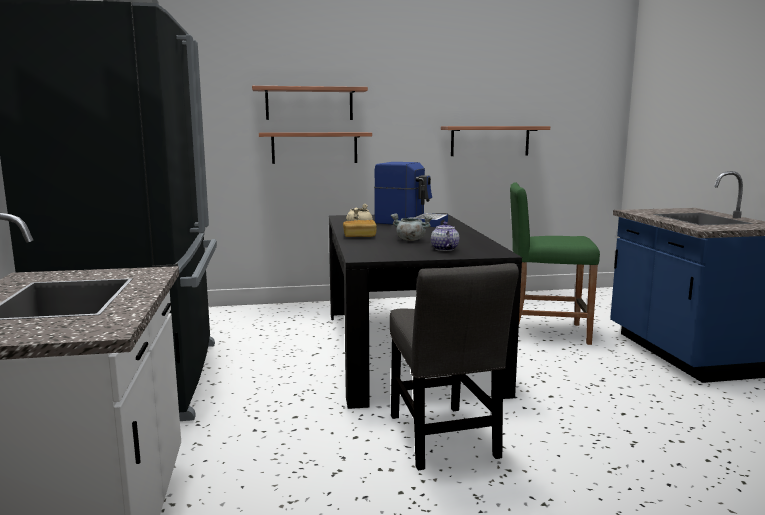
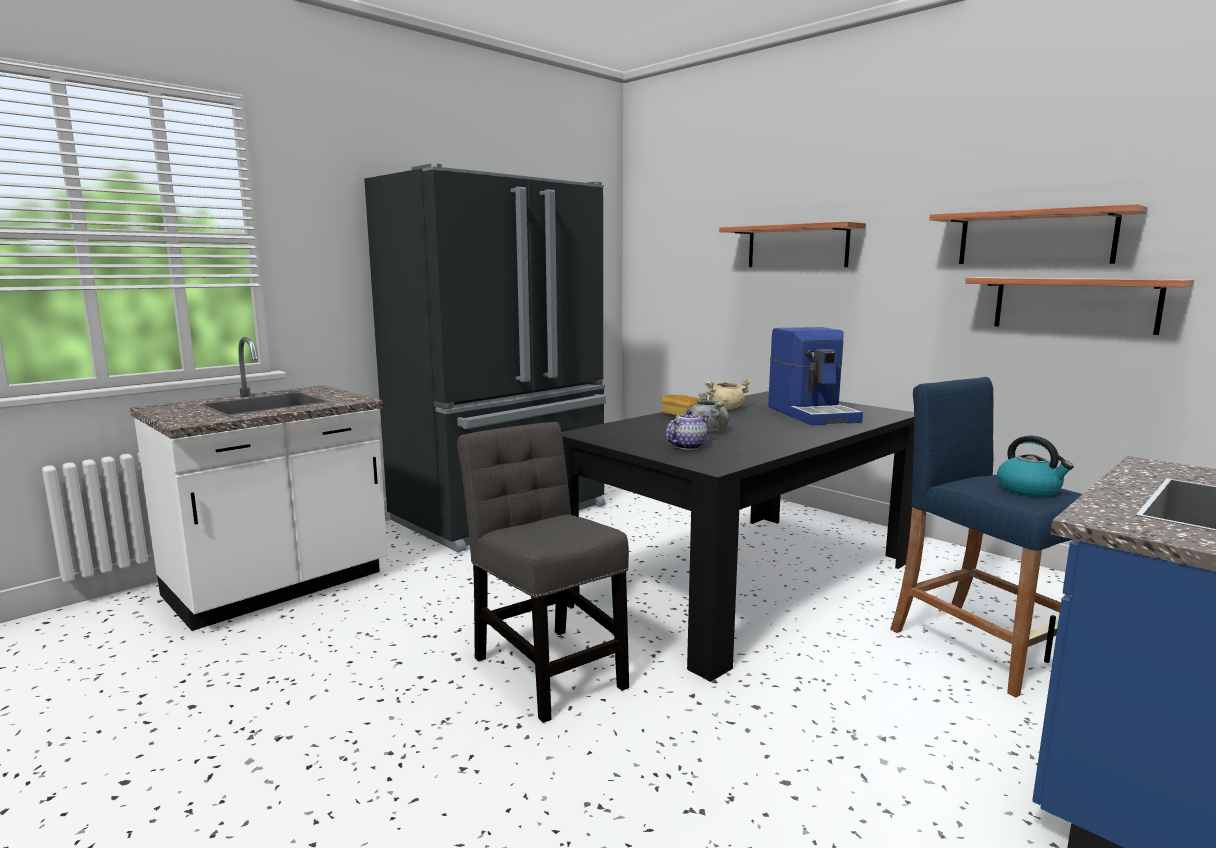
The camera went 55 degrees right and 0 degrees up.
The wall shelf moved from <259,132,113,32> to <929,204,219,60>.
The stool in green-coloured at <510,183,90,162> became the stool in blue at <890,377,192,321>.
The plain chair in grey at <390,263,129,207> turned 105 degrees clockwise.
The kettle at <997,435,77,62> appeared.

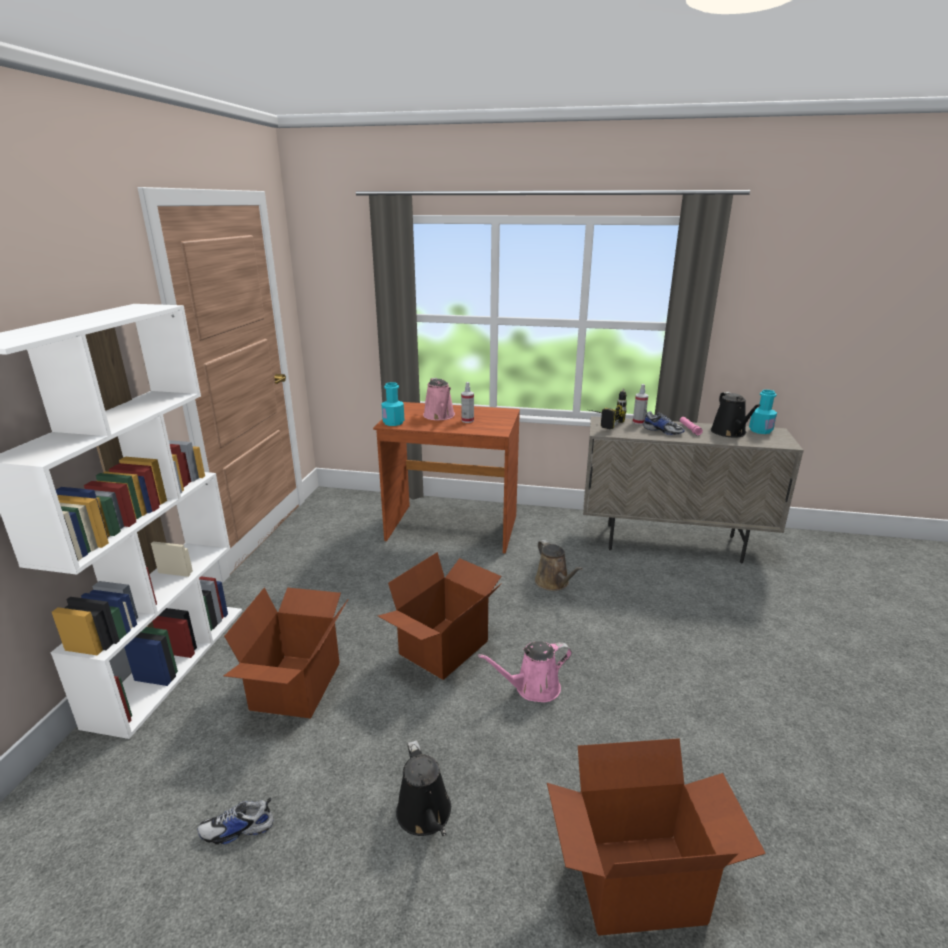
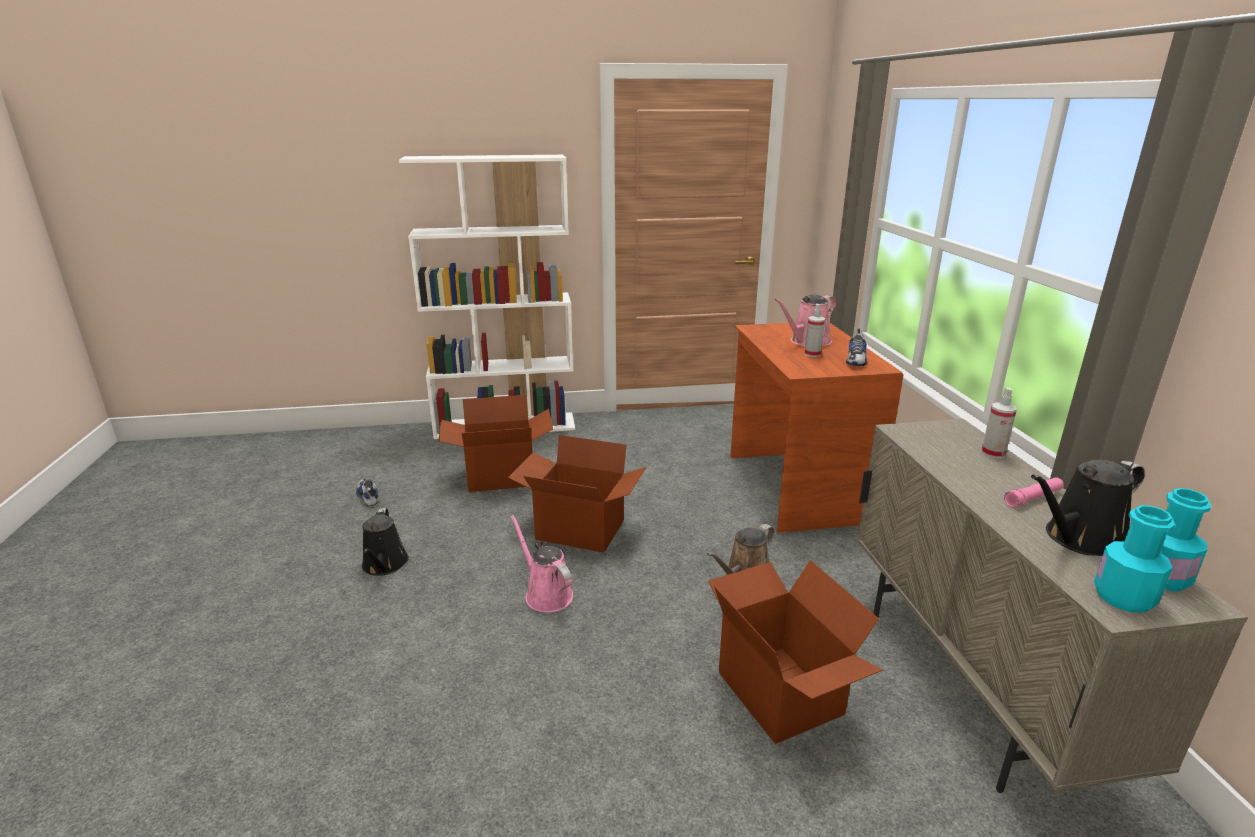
The camera went 70 degrees right and 0 degrees up.
The beverage bottle in turquoise moved from <381,382,24,44> to <1094,505,81,108>.
The electric drill at <590,388,37,41> disappeared.
The low shoe moved from <643,409,42,26> to <846,329,21,37>.
The cardboard box moved from <547,738,219,198> to <708,560,175,184>.
The watering can in blackish at <396,740,55,96> turned 60 degrees counterclockwise.

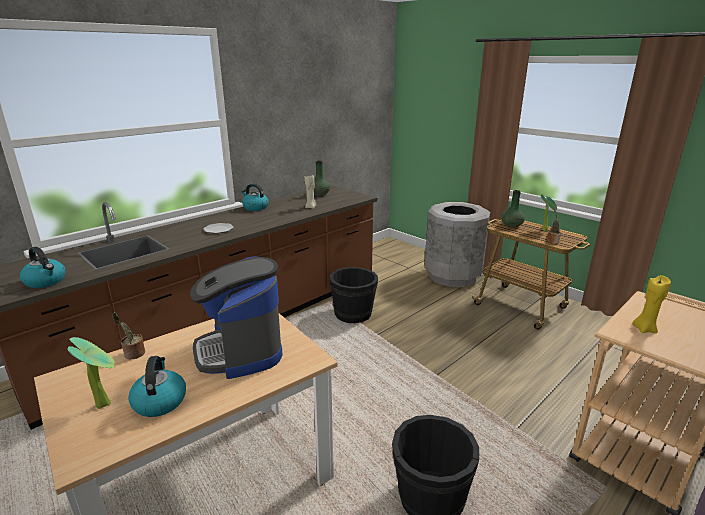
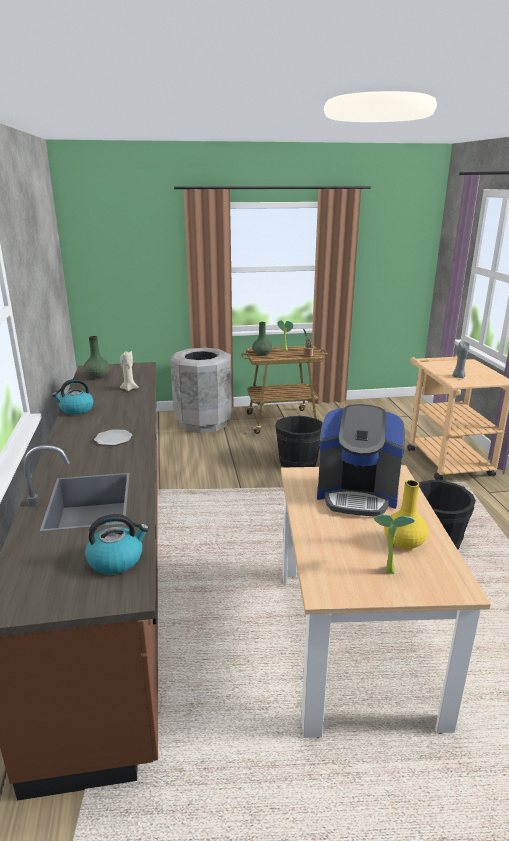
The camera went 55 degrees left and 0 degrees up.
The water bucket in blackish moved from <330,267,48,56> to <275,416,48,51>.
The wax light in yellow-coloured at <632,275,39,58> became the wax light in grey at <452,341,18,37>.
The potted plant at <113,312,32,47> disappeared.
The kettle at <128,356,58,61> was replaced by the flower vase in yellow-coloured at <384,480,44,70>.

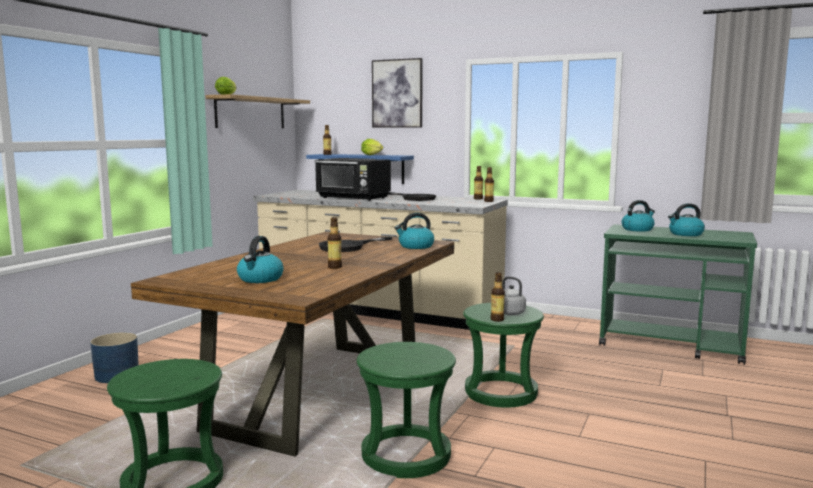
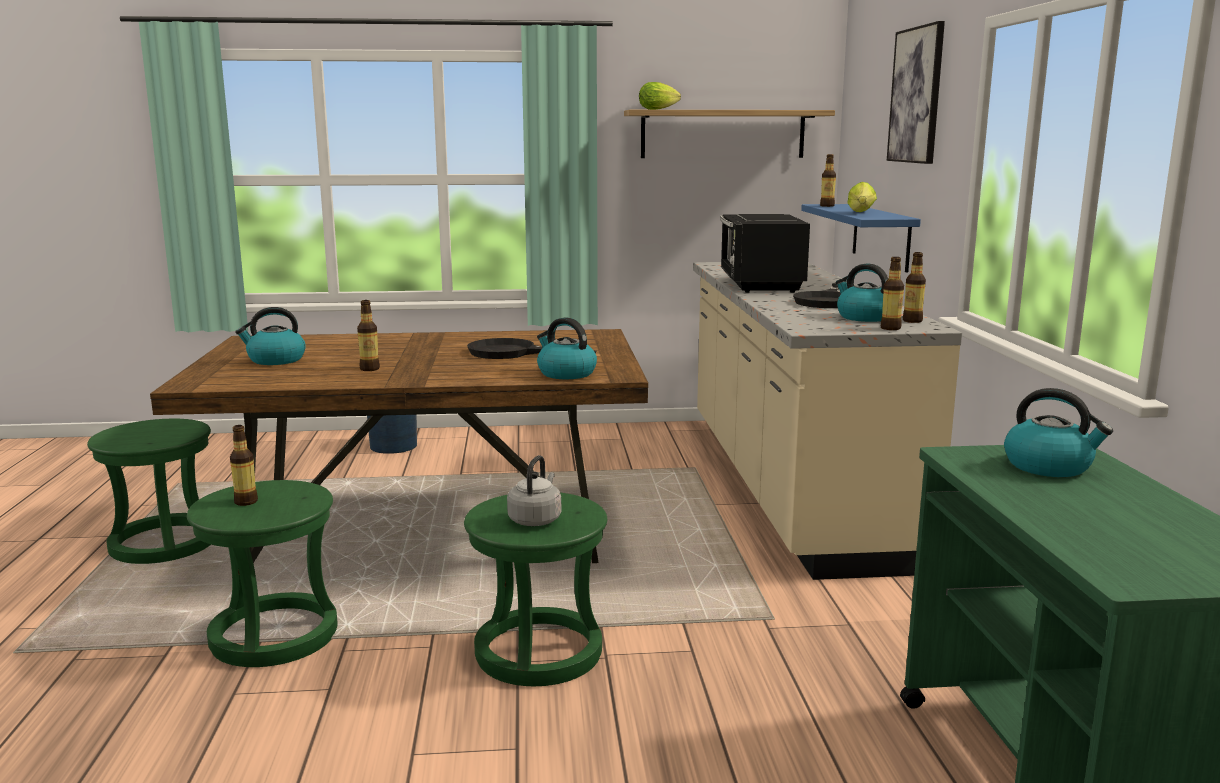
The camera went 60 degrees right and 5 degrees up.
The kettle moved from <668,203,37,33> to <836,264,52,58>.
The beverage bottle moved from <491,272,14,50> to <230,425,28,81>.

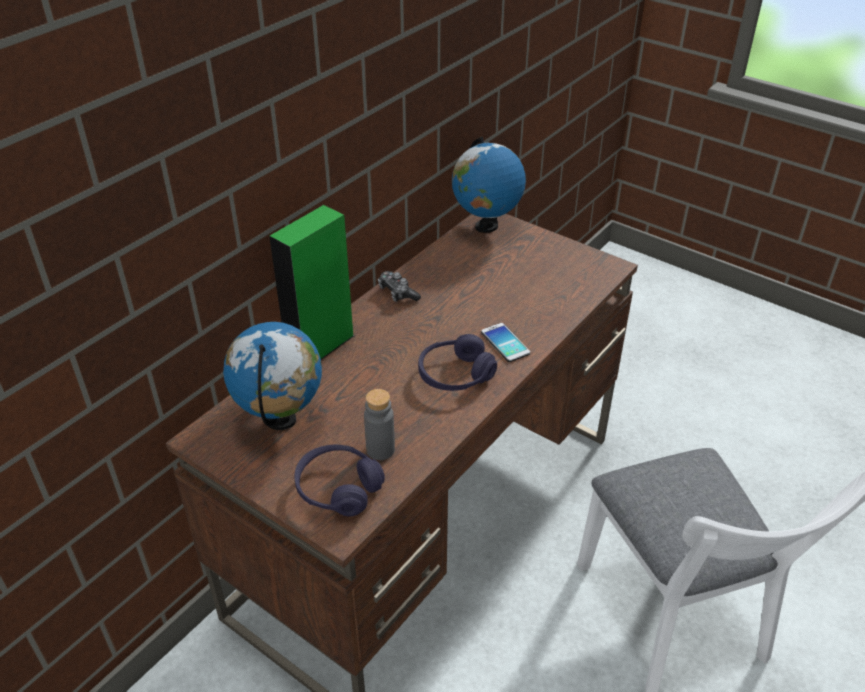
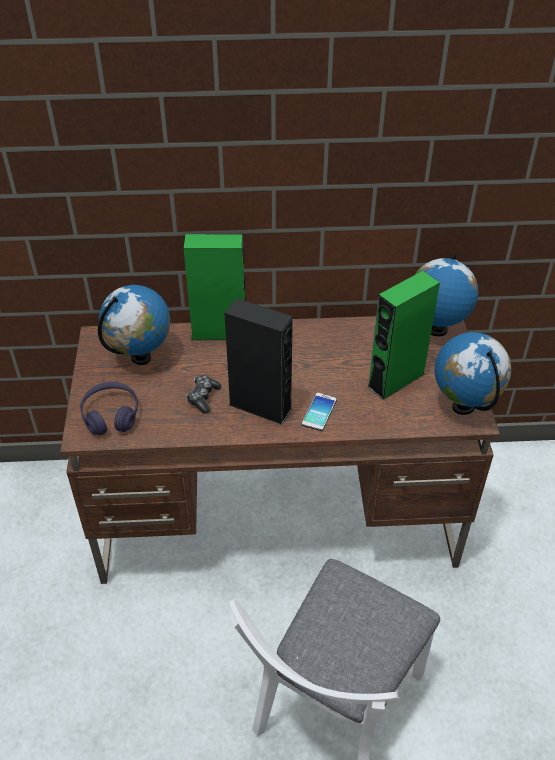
The camera went 50 degrees right and 5 degrees up.
The gamepad moved from <378,271,43,31> to <186,375,35,39>.
The headset in purple-coloured at <418,334,79,57> was replaced by the loudspeaker in blackish at <225,298,68,127>.
The beverage bottle in grey at <364,389,31,71> disappeared.
The loudspeaker in green-coloured at <368,271,72,129> appeared.
The world globe at <435,332,76,83> appeared.

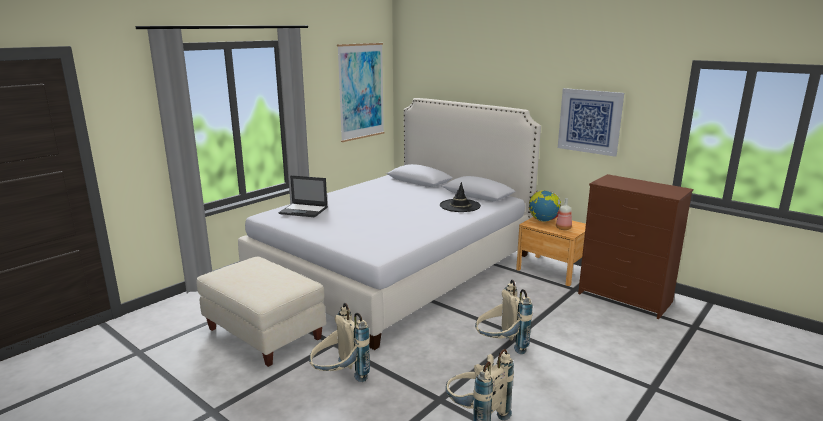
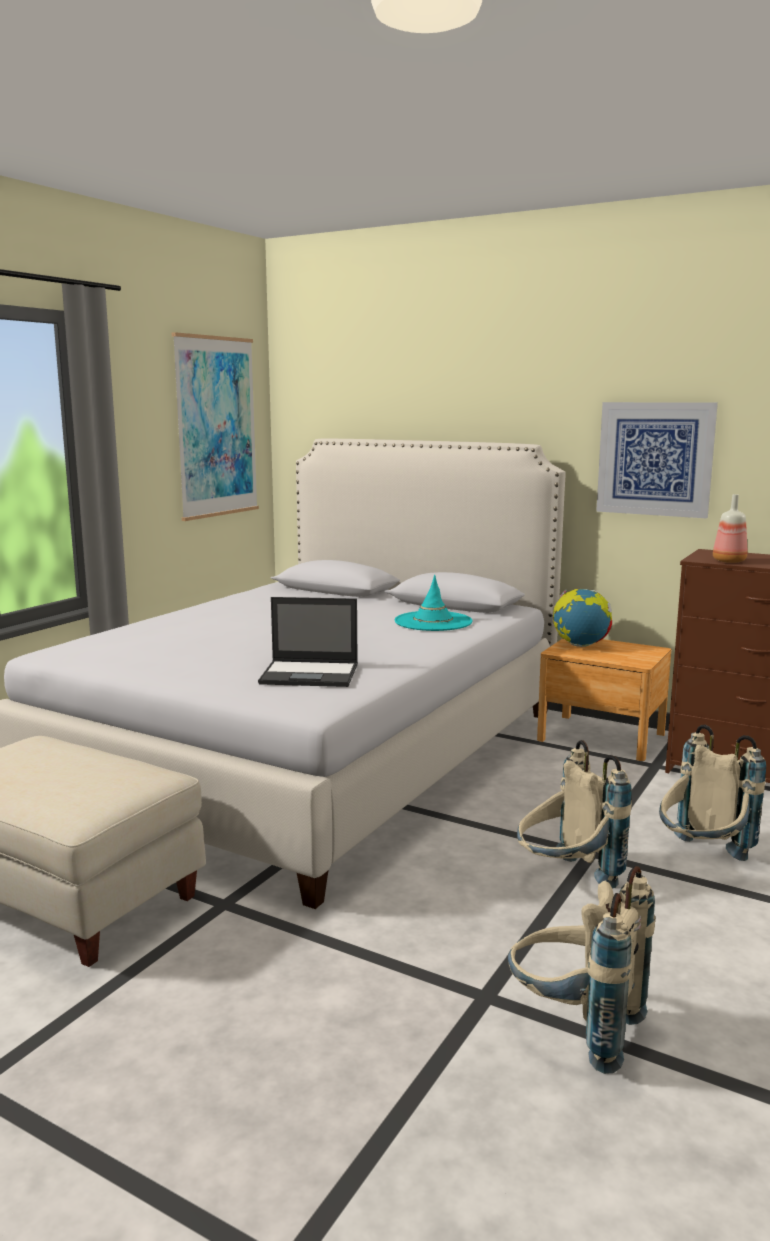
The camera went 10 degrees left and 5 degrees down.
The portable computer moved from <279,175,49,42> to <258,597,100,90>.
The hat in blackish at <440,182,41,30> became the hat in turquoise at <394,575,79,56>.
The beverage bottle moved from <556,198,16,32> to <713,494,34,69>.
The rucksack in sand-coloured moved from <309,303,61,79> to <659,724,107,137>.

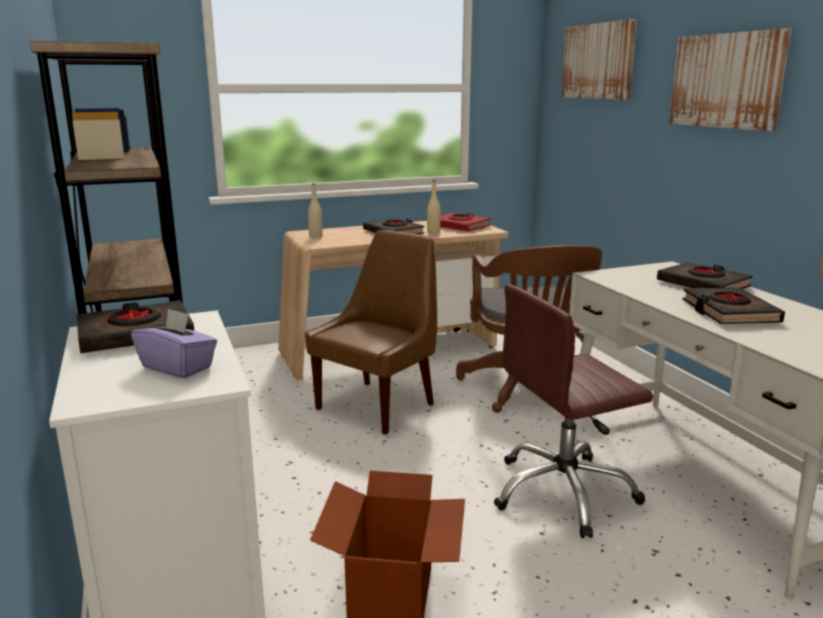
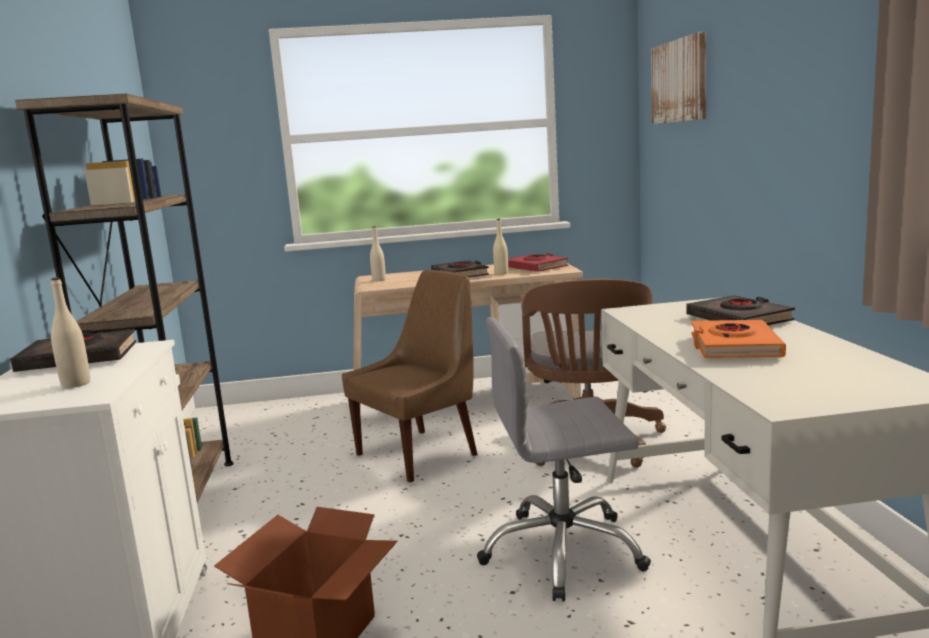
The camera went 15 degrees right and 5 degrees down.
The picture at <669,28,122,103> disappeared.
The office chair in brown at <494,284,159,254> became the office chair in grey at <477,317,174,285>.
The book in blackish at <682,288,103,36> became the book in orange at <691,320,95,38>.
The box of tissues in purple-coloured at <131,308,86,70> was replaced by the beverage bottle in sand-coloured at <51,277,39,111>.

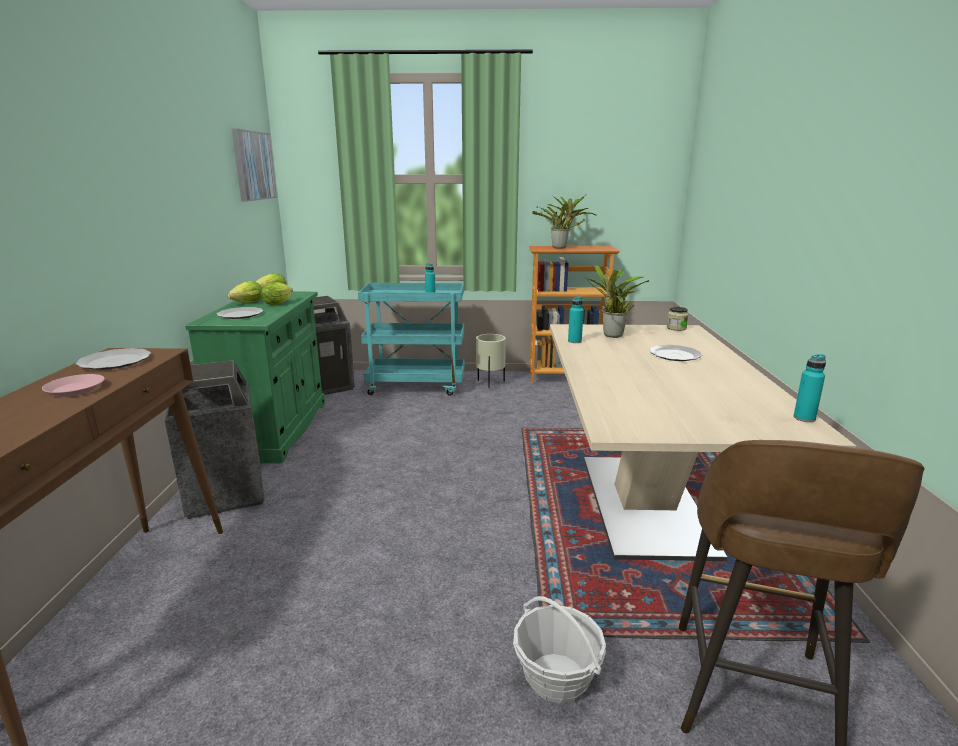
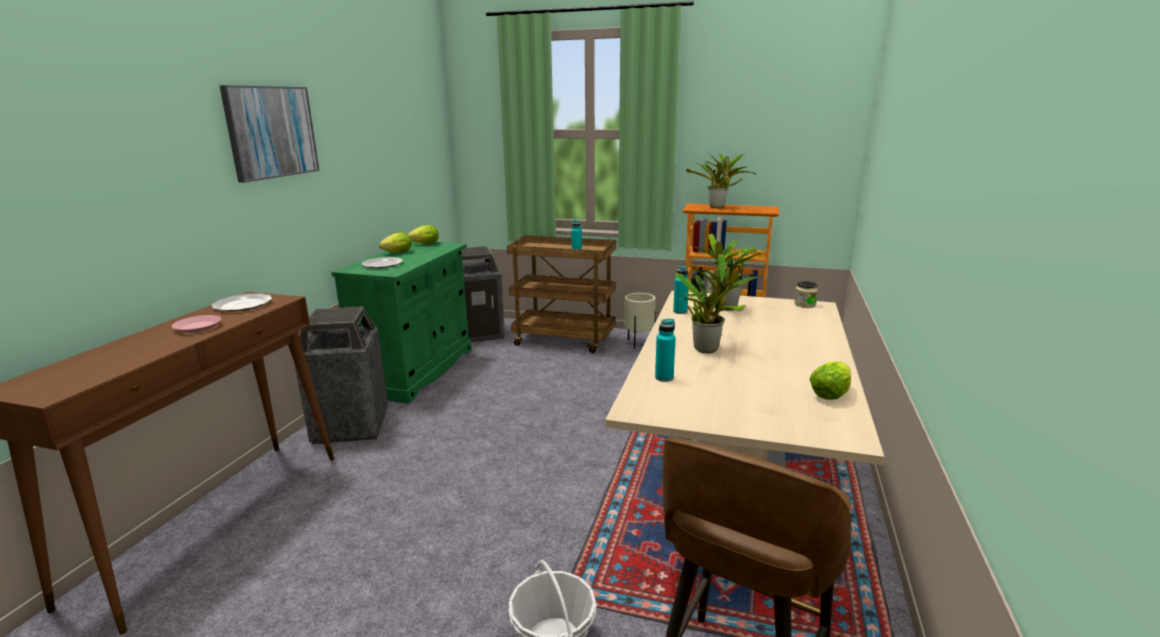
The camera went 15 degrees right and 0 degrees up.
The picture moved from <232,128,45,74> to <219,85,101,98>.
The lettuce head moved from <261,282,32,23> to <810,361,41,39>.
The cart in turquoise at <358,283,107,113> became the cart in brown at <507,235,109,118>.
The dinner plate at <650,345,52,16> disappeared.
The beverage bottle in turquoise moved from <793,354,33,68> to <655,319,20,63>.
The potted plant at <675,254,83,99> appeared.

